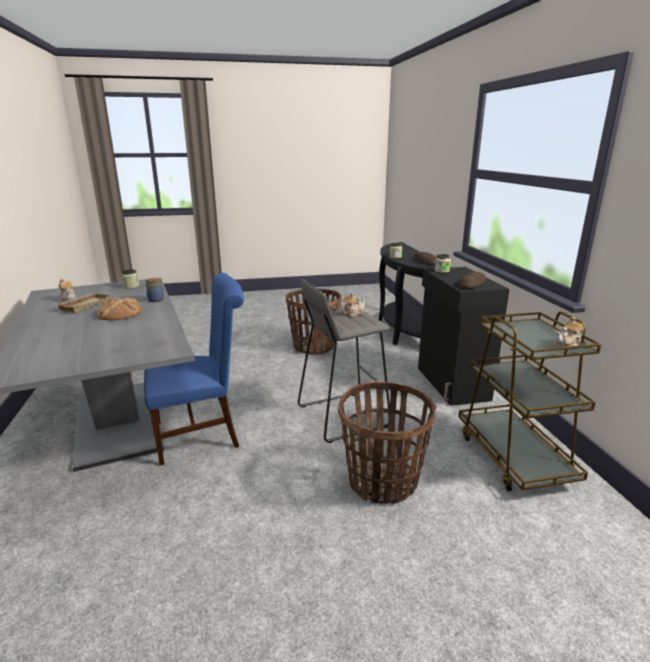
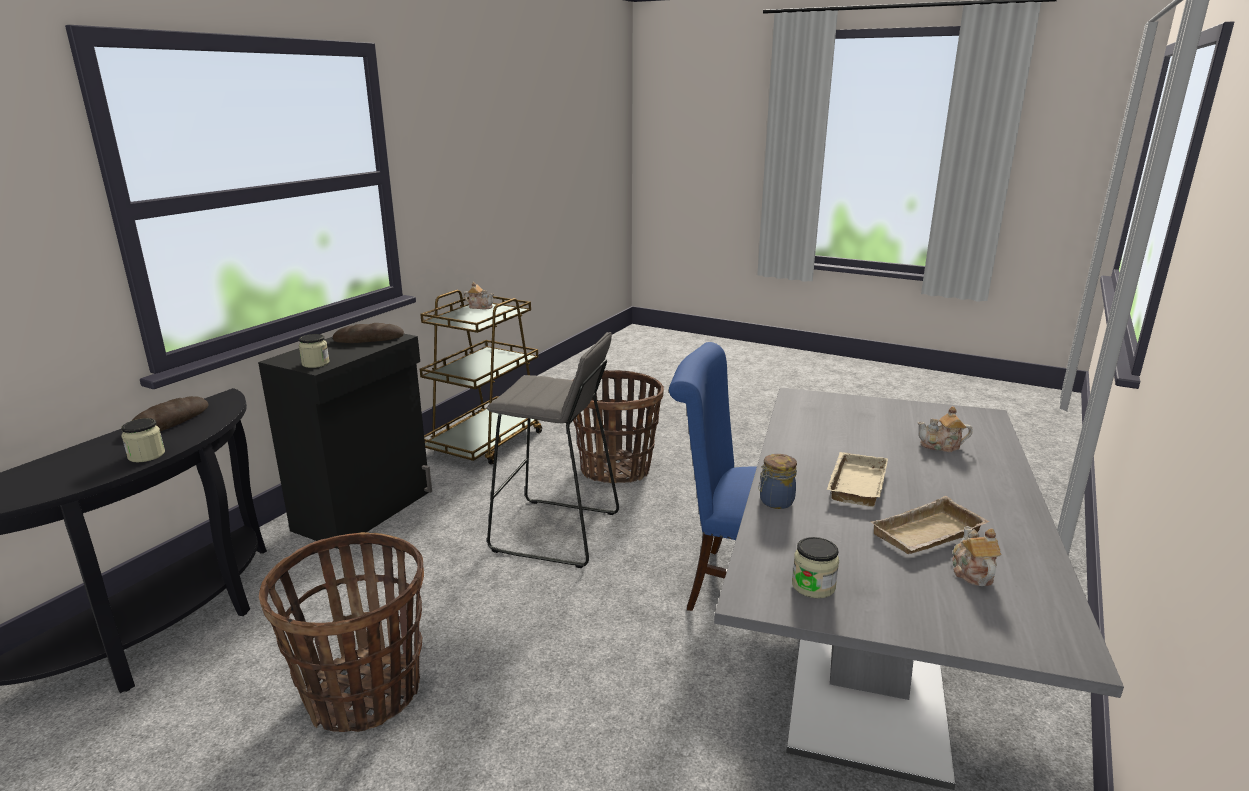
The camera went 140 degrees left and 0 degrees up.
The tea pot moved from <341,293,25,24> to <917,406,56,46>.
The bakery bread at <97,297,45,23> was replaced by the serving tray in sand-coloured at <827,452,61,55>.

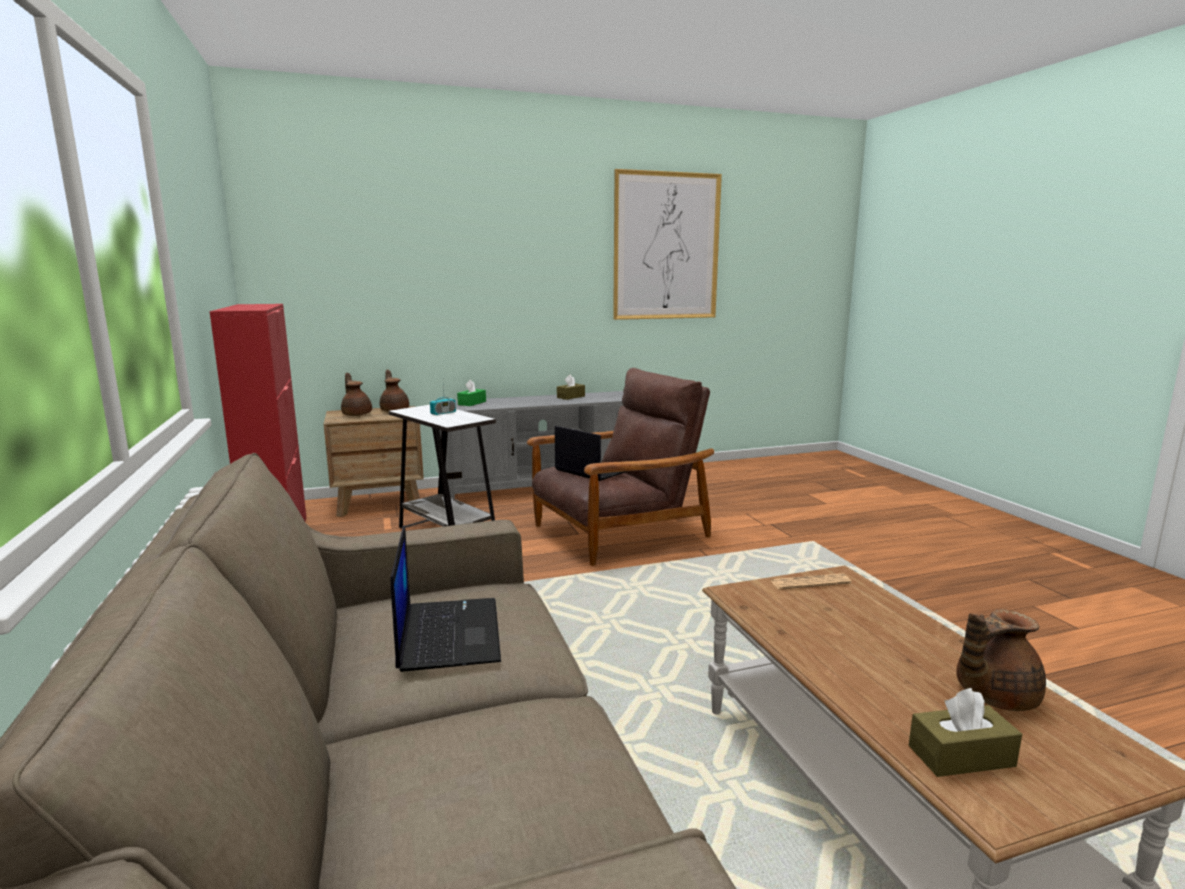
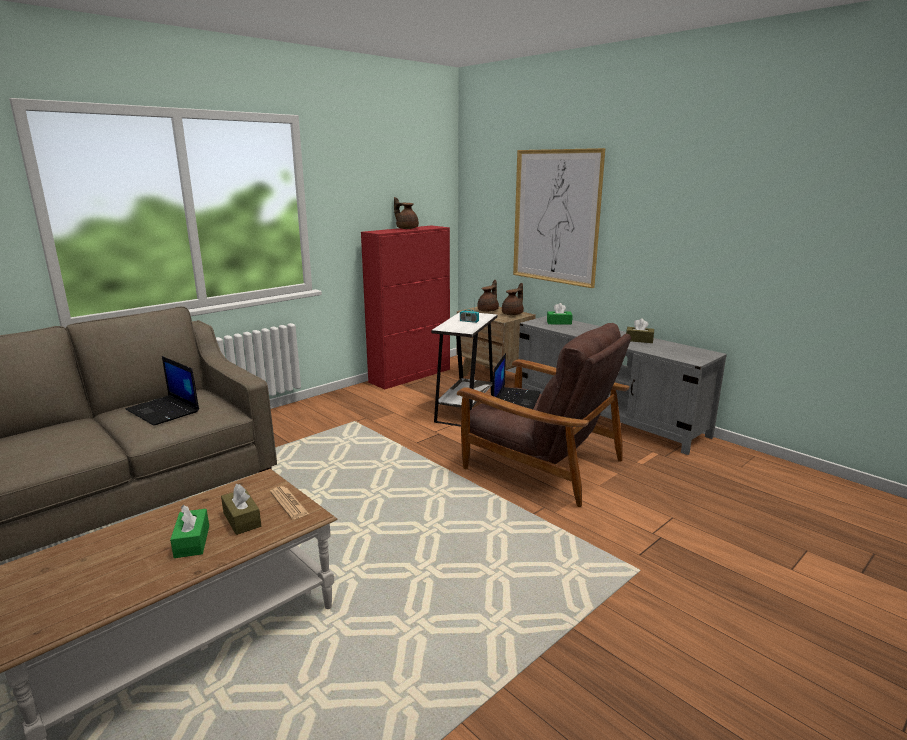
The camera went 65 degrees right and 5 degrees up.
The picture moved from <613,169,109,151> to <513,148,92,140>.
The portable computer at <391,525,110,147> turned 75 degrees clockwise.
The tea pot in brown moved from <956,609,90,102> to <394,197,25,32>.
The box of tissues in brown moved from <908,688,114,89> to <221,484,40,51>.
The box of tissues in green-coloured at <170,505,39,53> appeared.

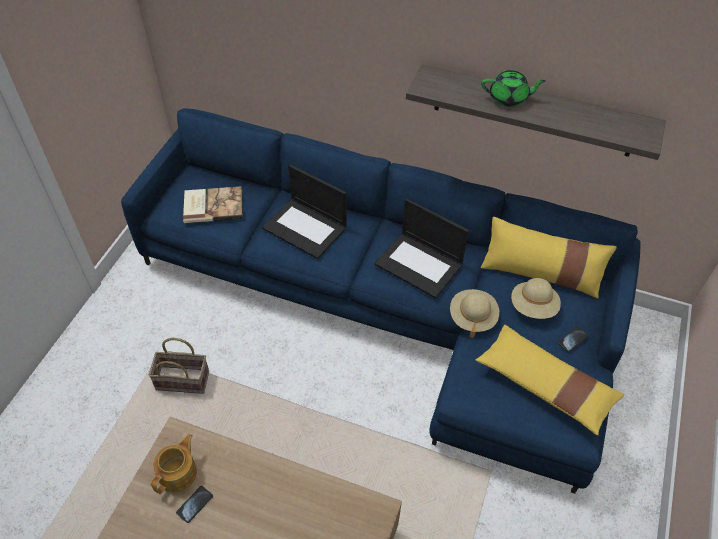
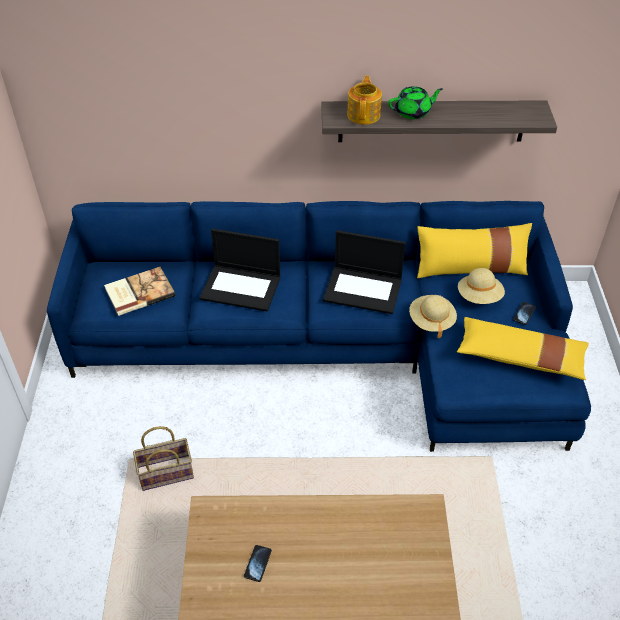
The camera went 20 degrees left and 5 degrees down.
The tea pot moved from <151,434,46,60> to <347,76,35,49>.

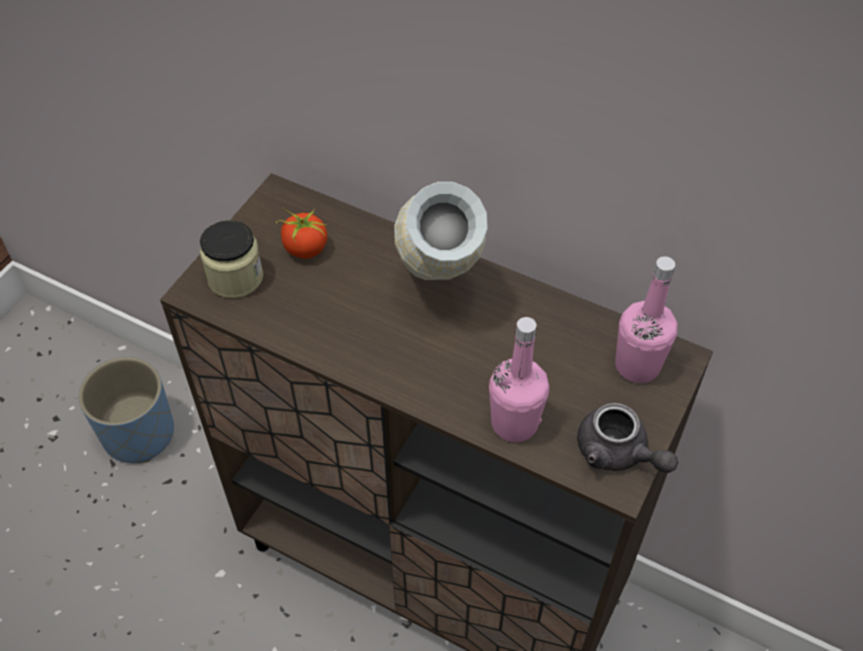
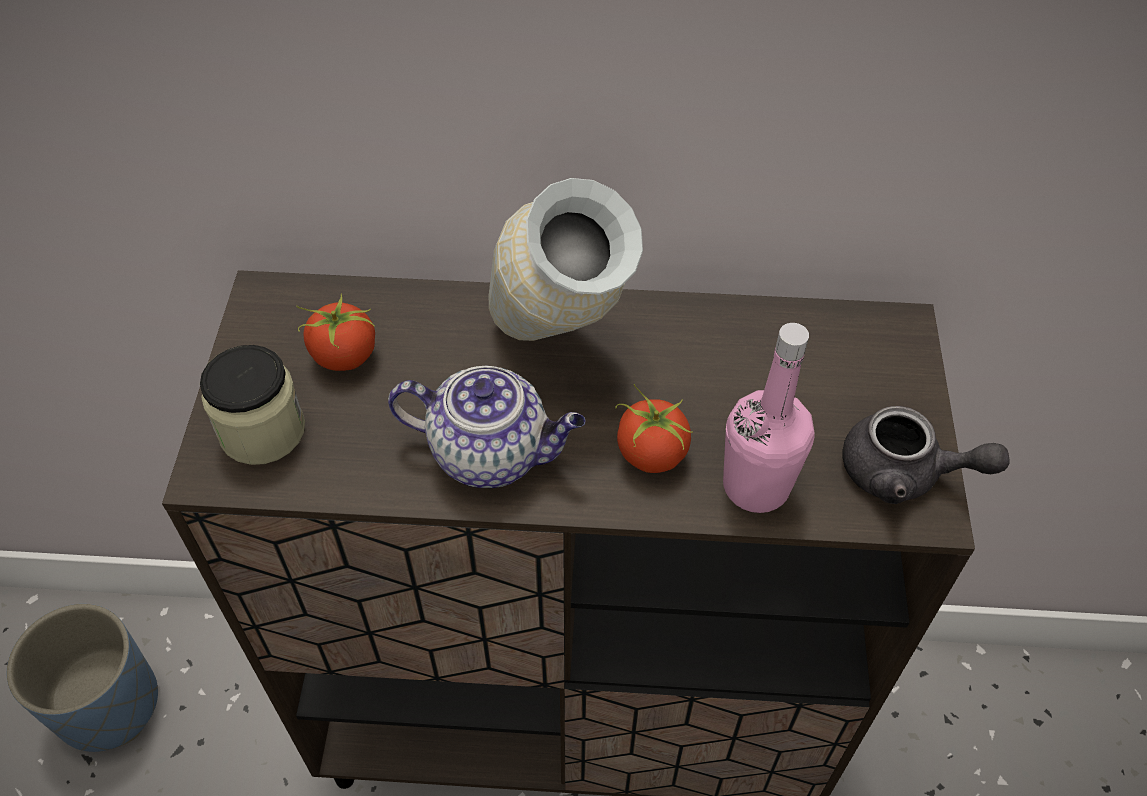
The camera went 25 degrees left and 0 degrees up.
The beverage bottle in pink at <615,256,62,127> disappeared.
The tea pot at <388,366,197,122> appeared.
The tomato at <615,384,78,89> appeared.

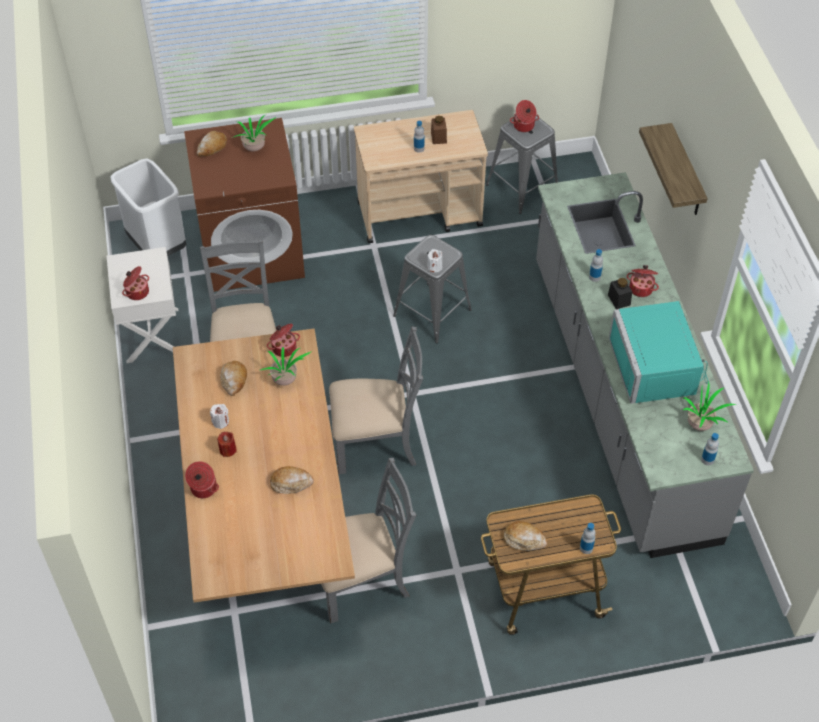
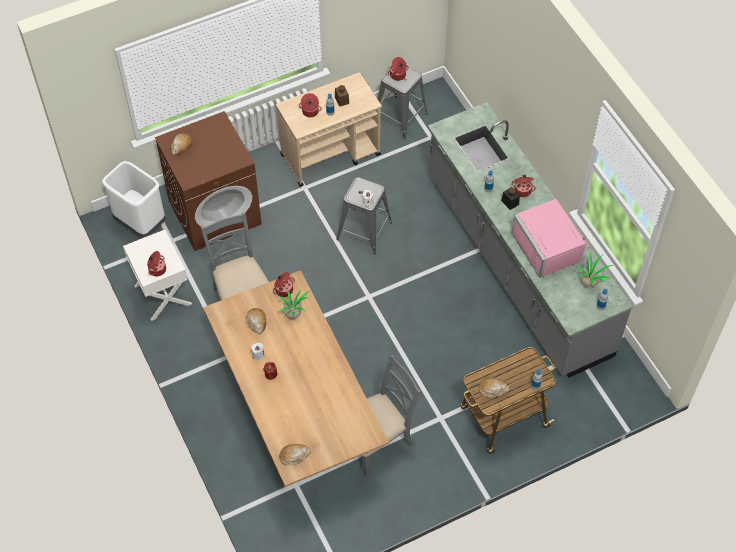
The camera went 15 degrees left and 5 degrees up.
The potted plant at <234,115,42,36> disappeared.
The wall shelf at <639,123,69,92> disappeared.
The kitchen microwave in turquoise at <609,301,99,103> became the kitchen microwave in pink at <511,199,76,79>.
The plain chair in grey at <329,326,94,148> disappeared.
The cooking pot moved from <185,461,34,37> to <299,93,23,24>.
The bakery bread moved from <270,466,44,28> to <279,444,32,22>.

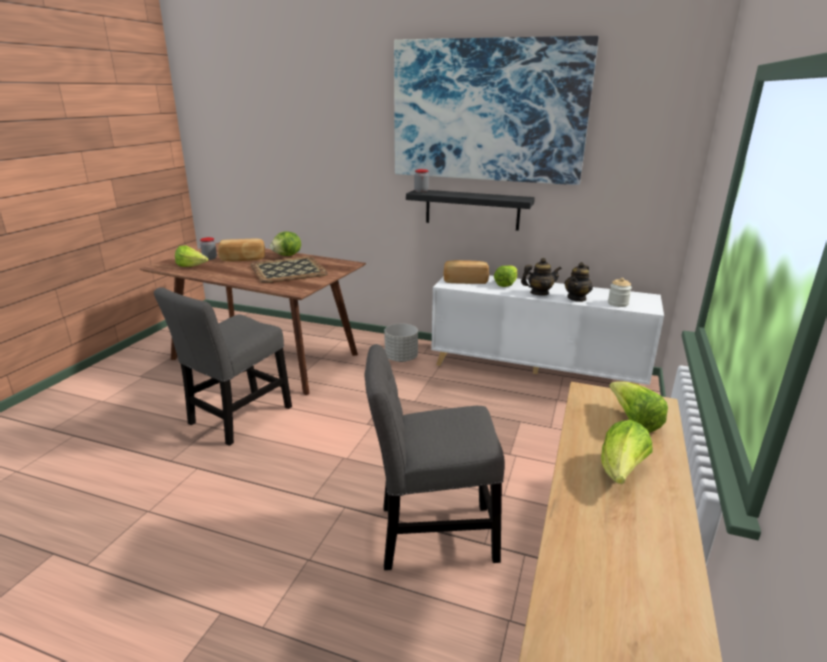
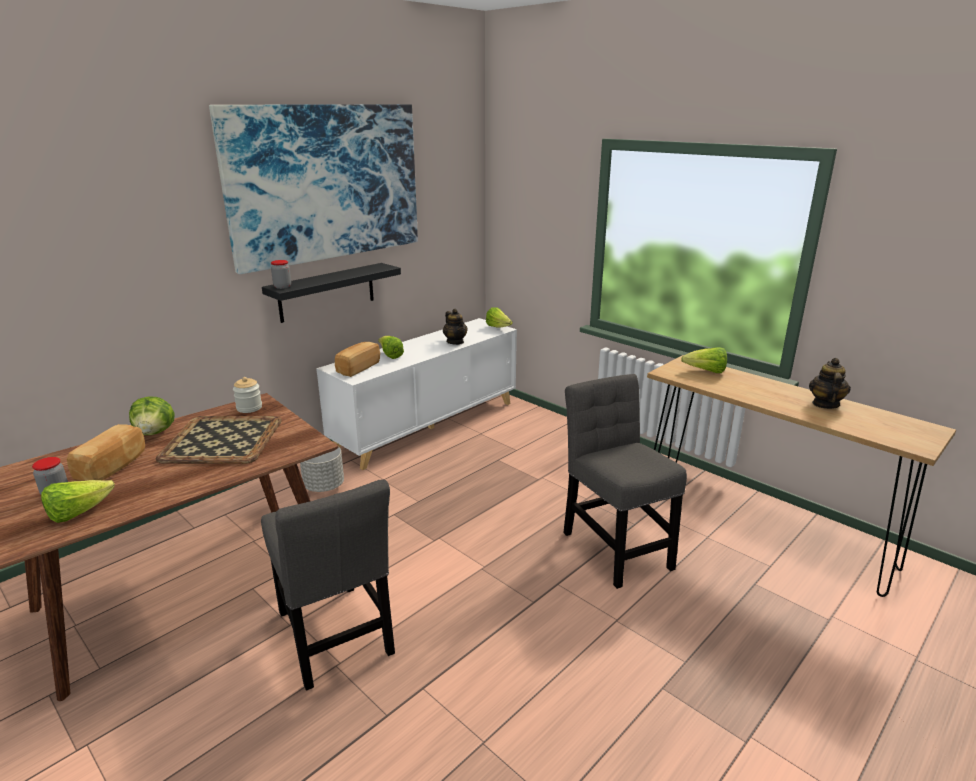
The camera went 65 degrees left and 0 degrees up.
The tea pot moved from <521,258,41,38> to <809,358,42,51>.
The jar moved from <608,278,24,29> to <233,377,29,36>.
The plain chair in grey at <365,344,140,226> turned 135 degrees clockwise.
The lettuce head moved from <601,420,52,64> to <486,307,27,21>.

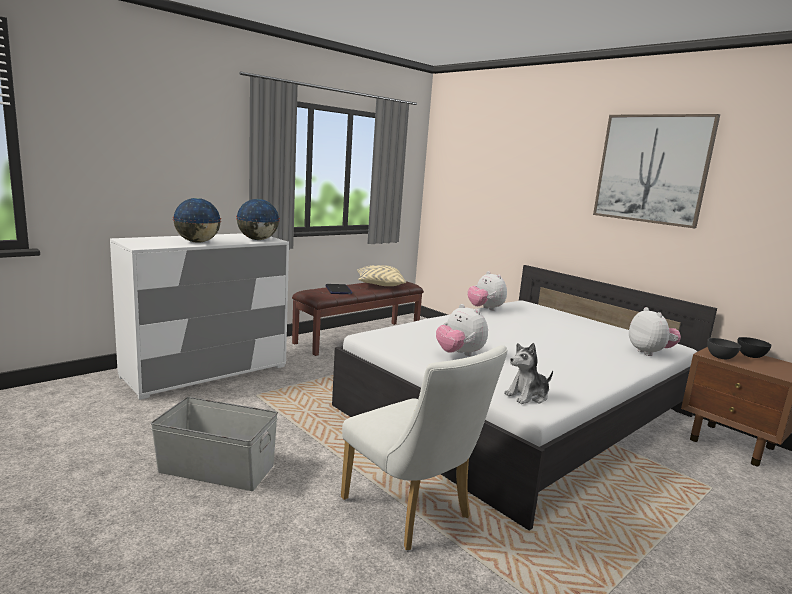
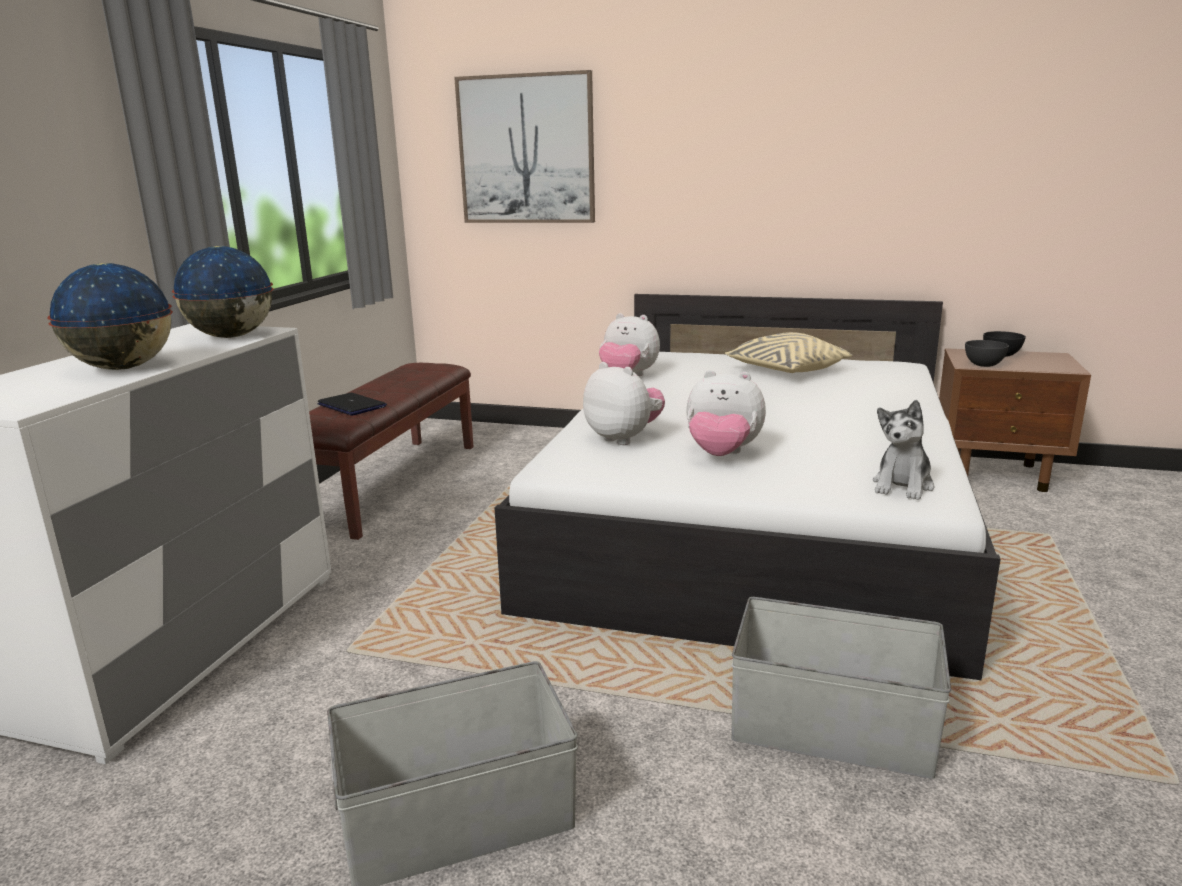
The camera went 30 degrees left and 5 degrees up.
The picture moved from <593,114,127,114> to <454,70,141,153>.
The pillow in sand-coloured moved from <357,265,49,21> to <725,332,128,41>.
The cuddly toy moved from <629,307,52,49> to <583,362,82,83>.
The plain chair in white-coloured at <341,345,166,205> was replaced by the storage box in grey at <731,597,220,182>.

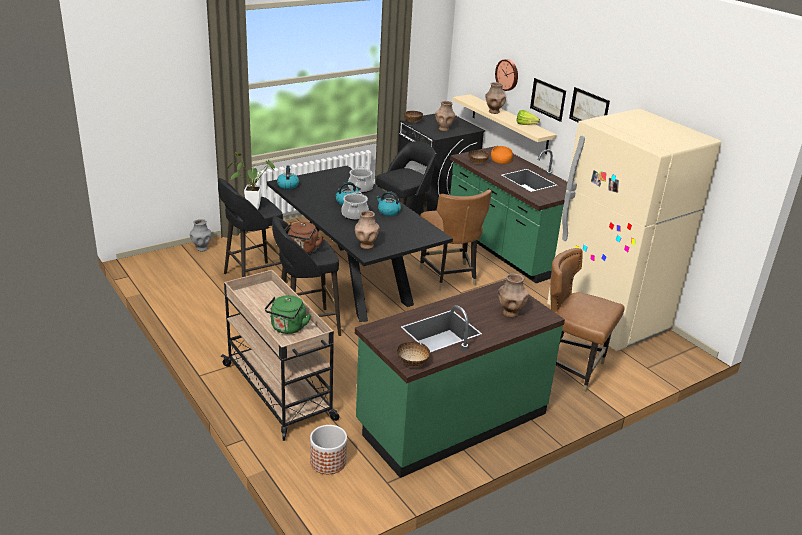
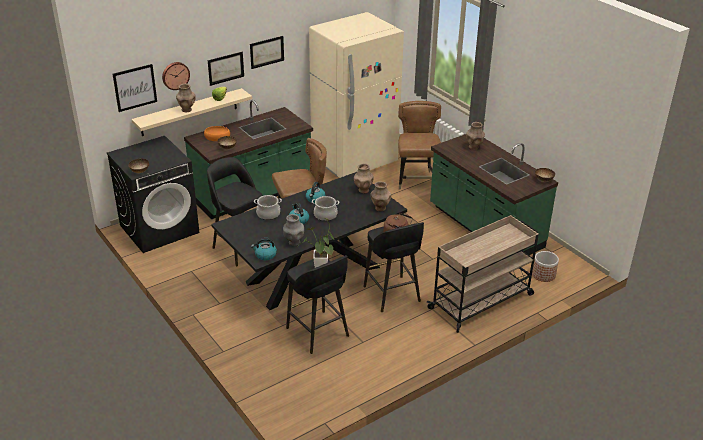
The camera went 90 degrees left and 5 degrees up.
The flower vase in brown moved from <435,101,20,30> to <354,164,20,29>.
The flower vase in grey moved from <190,219,21,33> to <283,214,21,32>.
The plain chair in brown at <550,248,75,145> turned 150 degrees clockwise.
The kettle in green-coloured at <265,295,46,39> disappeared.
The picture at <113,64,44,48> appeared.

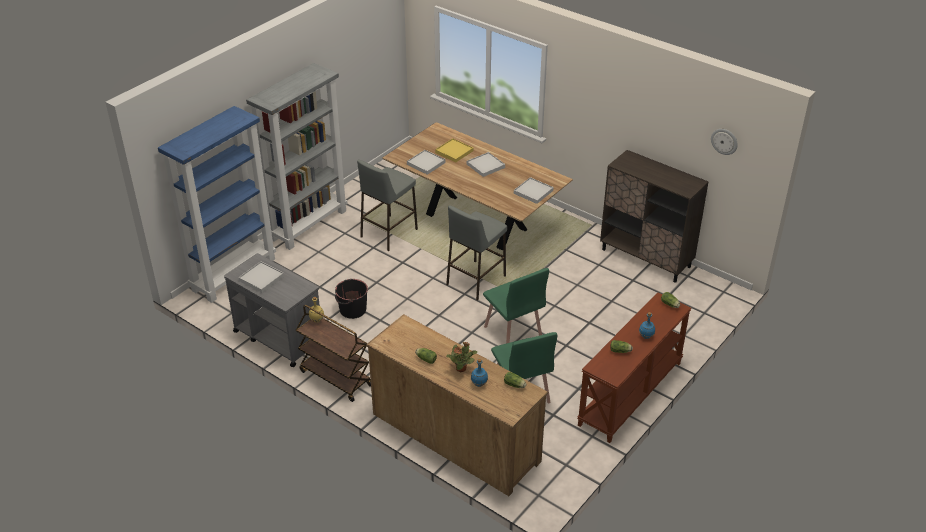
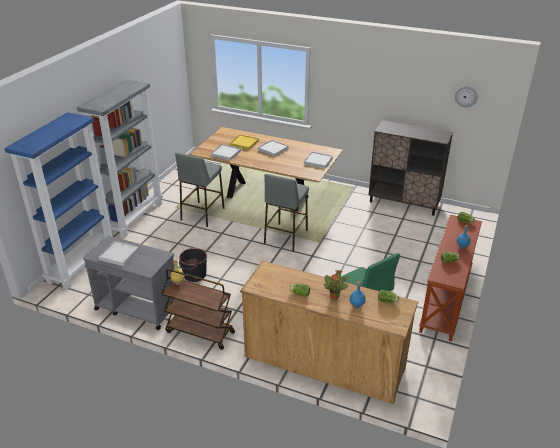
The camera went 15 degrees left and 5 degrees down.
The plain chair in green-coloured at <483,268,66,75> disappeared.

